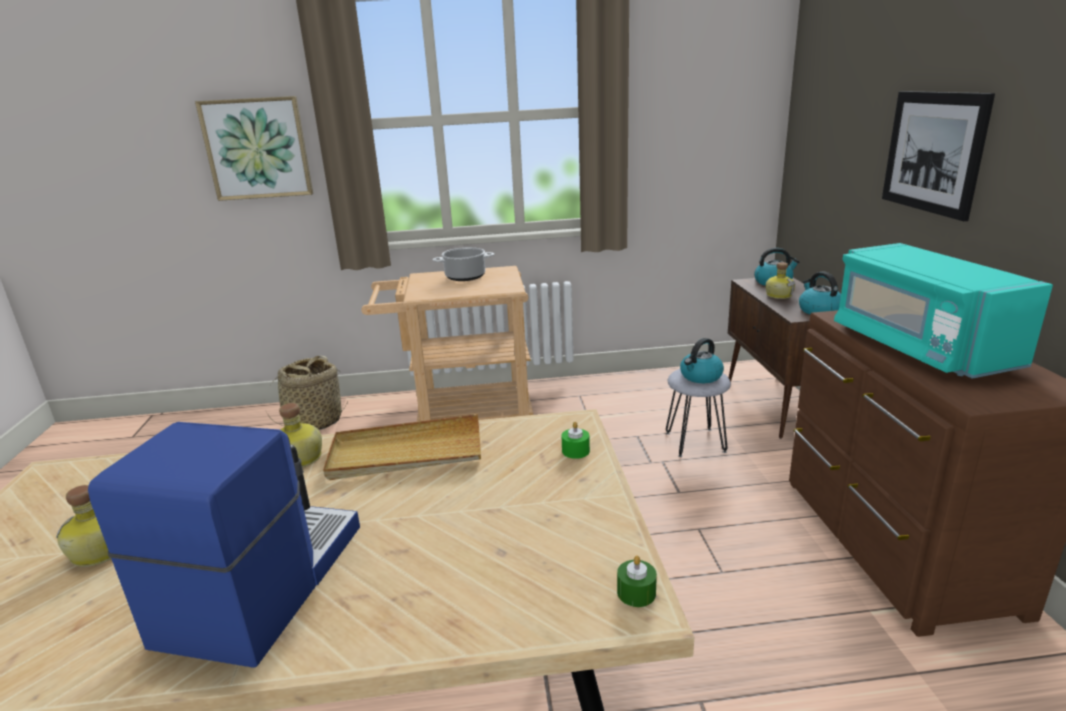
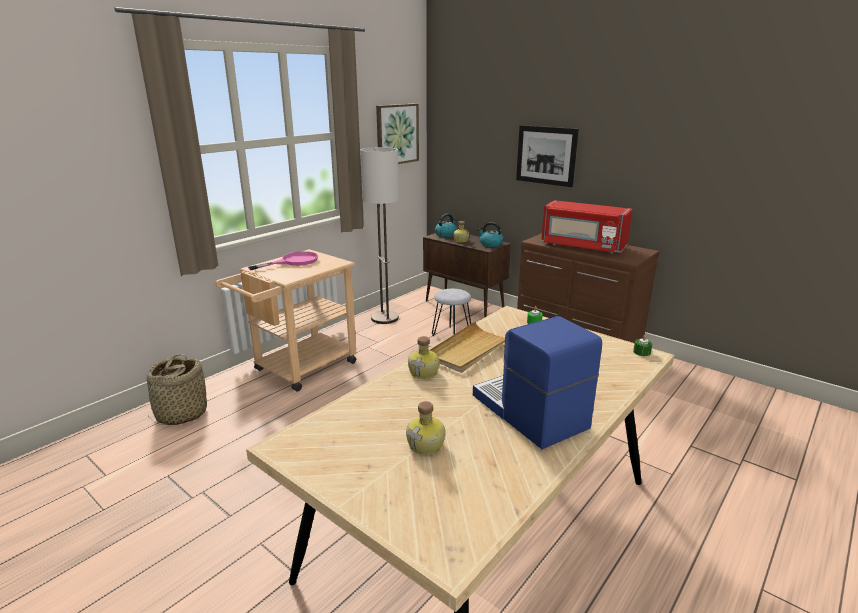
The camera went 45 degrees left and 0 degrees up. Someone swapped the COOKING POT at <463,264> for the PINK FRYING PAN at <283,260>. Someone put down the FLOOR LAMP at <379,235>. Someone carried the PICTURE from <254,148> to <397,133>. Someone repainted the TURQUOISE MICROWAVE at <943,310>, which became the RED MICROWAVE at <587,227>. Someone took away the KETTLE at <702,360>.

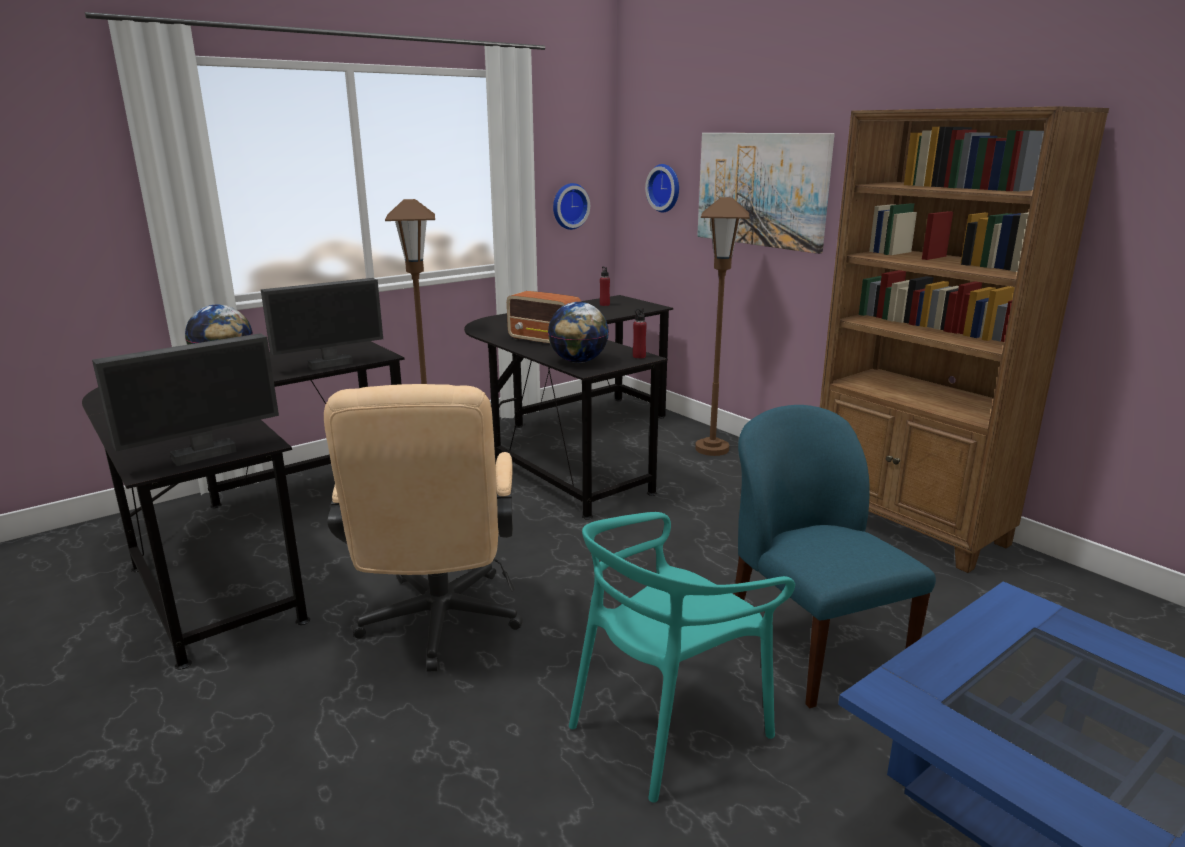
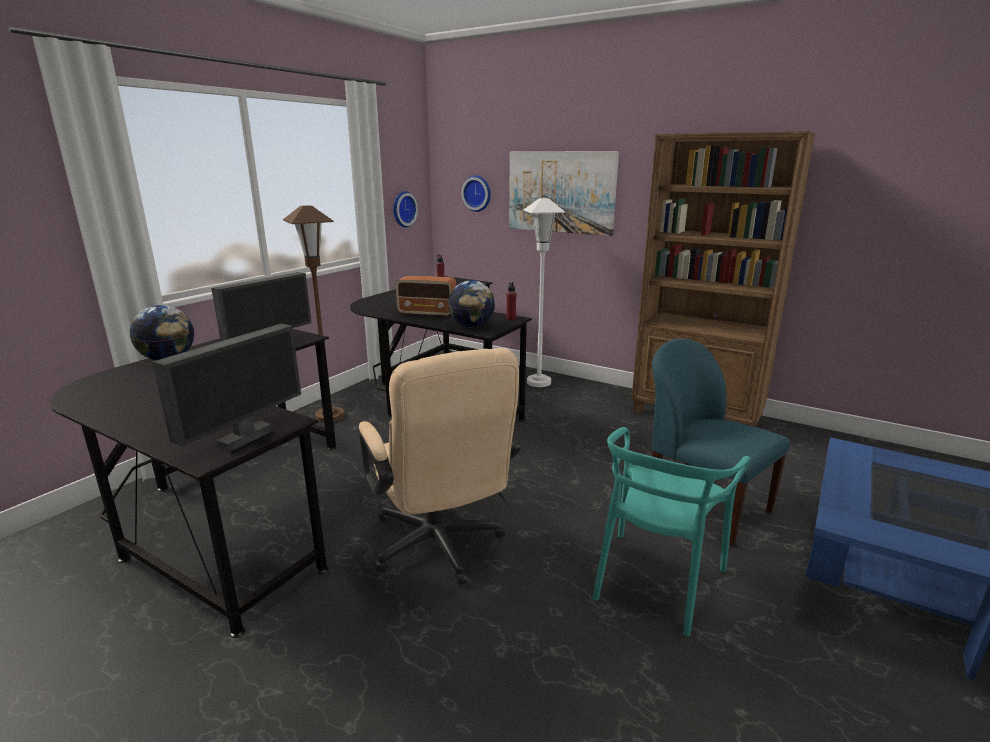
The camera went 20 degrees left and 0 degrees up. Someone repainted the BROWN FLOOR LAMP at <722,326>, which became the WHITE FLOOR LAMP at <544,292>.

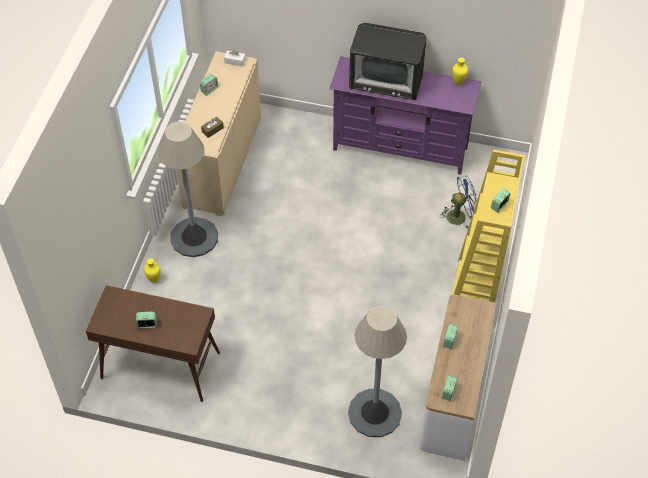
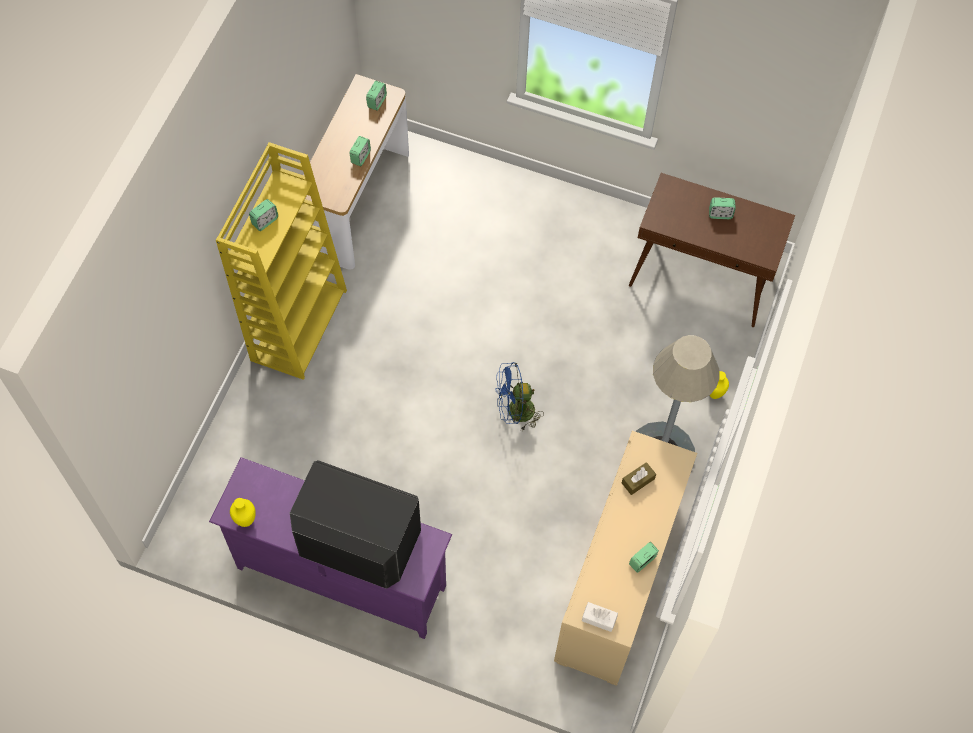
The camera went 175 degrees left and 10 degrees up. Someone carried the BLUE FAN from <458,202> to <520,397>. Someone took away the GREY FLOOR LAMP at <377,371>.

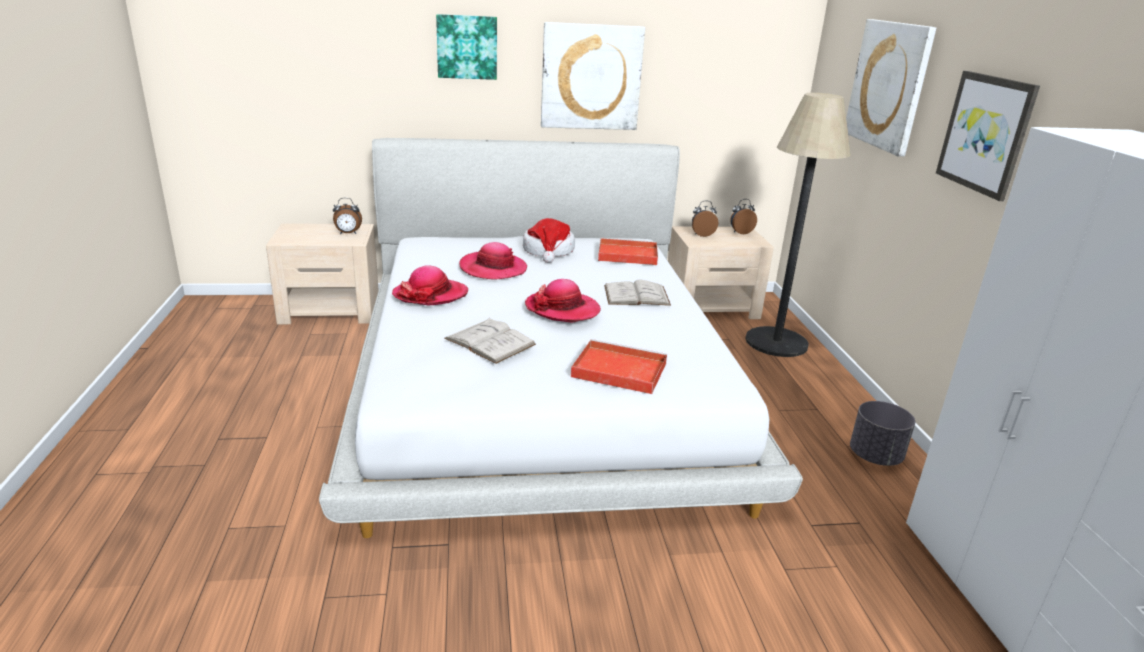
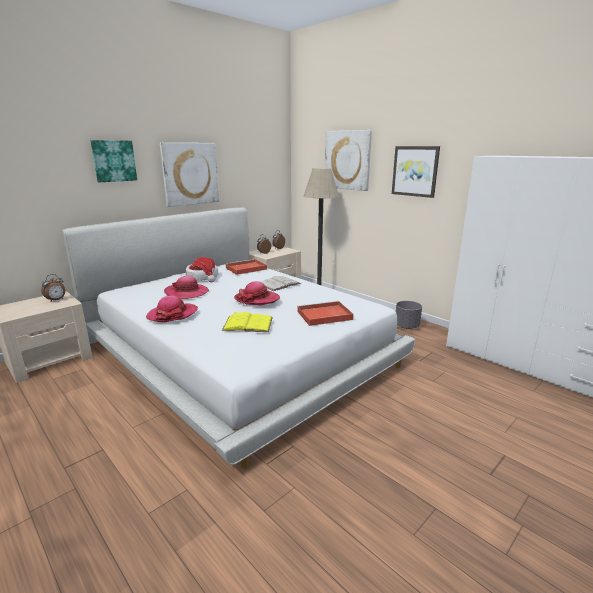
The camera went 35 degrees left and 5 degrees down. Someone repainted the WHITE BOOK at <490,341>, which became the YELLOW BOOK at <247,322>.

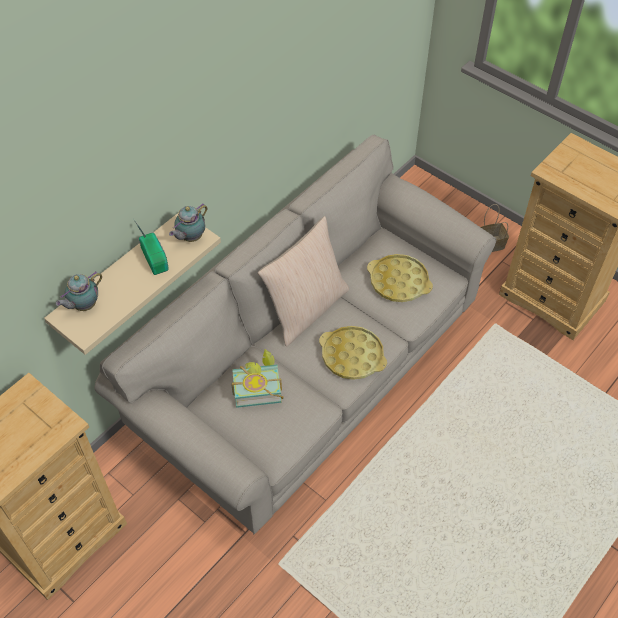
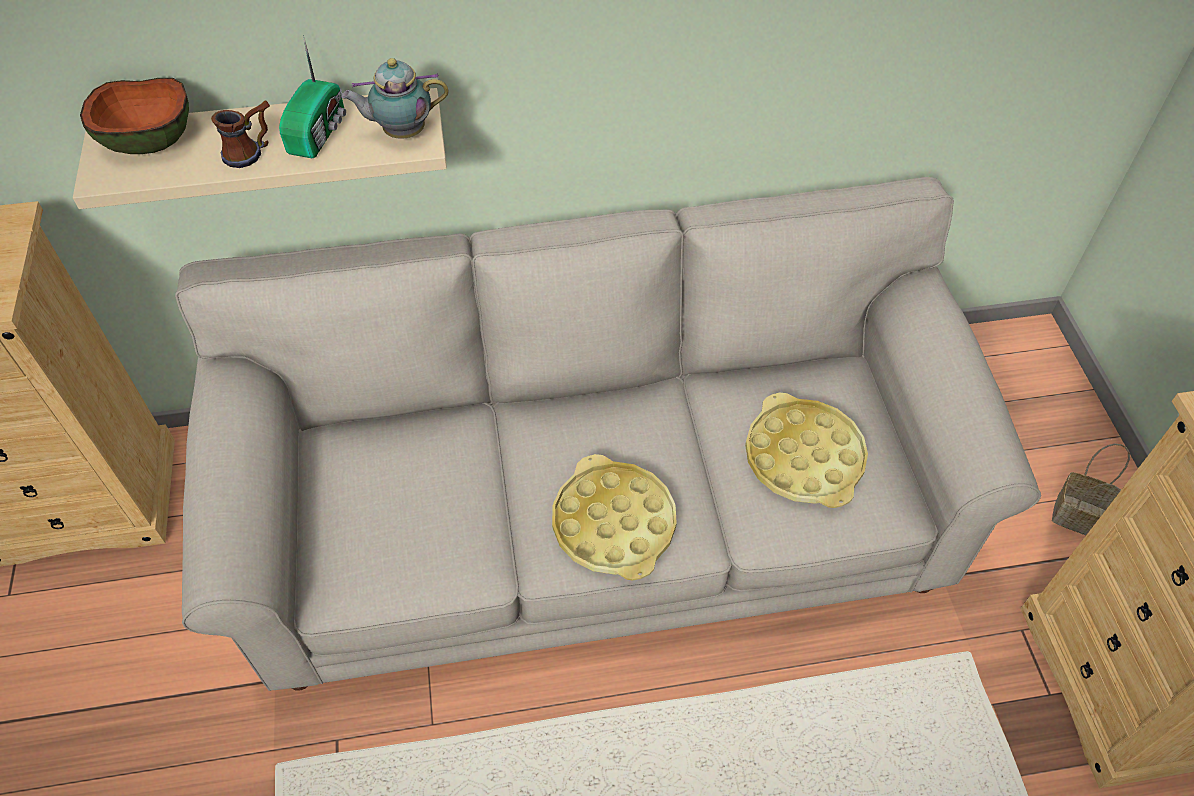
The camera went 40 degrees right and 0 degrees up. Someone swapped the TEAPOT at <79,291> for the BOWL at <134,116>. Someone put down the MUG at <240,134>. Someone took away the BOOK at <258,378>. Someone took away the BEIGE PILLOW at <303,281>.

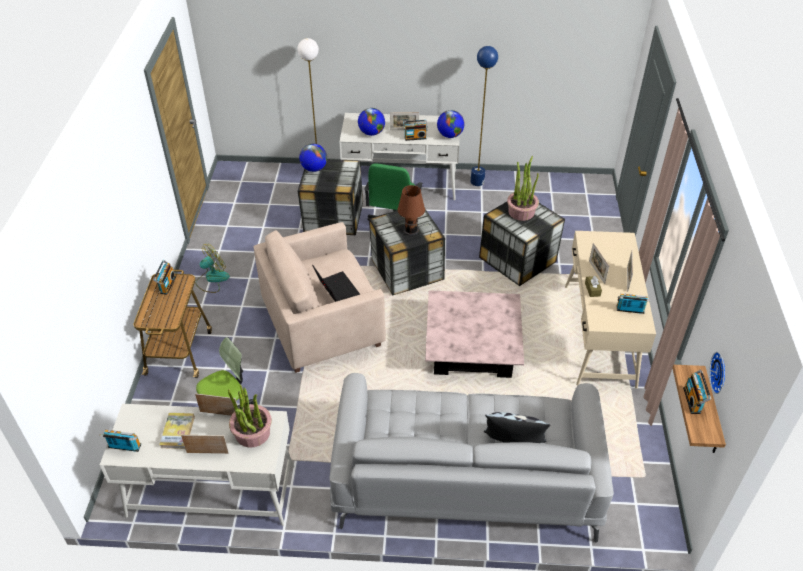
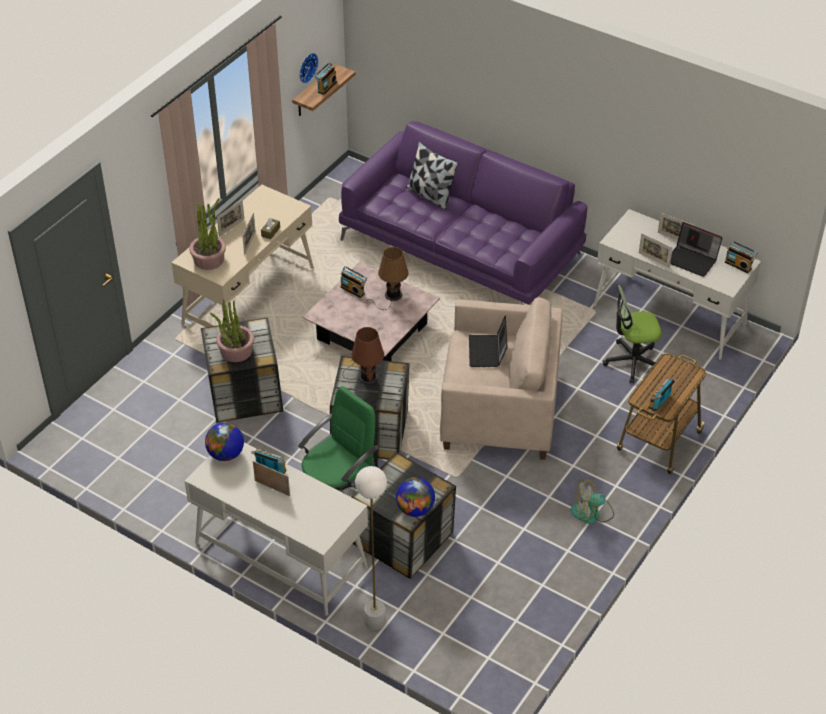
The camera went 150 degrees left and 0 degrees up. Someone carried the POTTED PLANT from <250,415> to <207,234>. Someone repainted the GREY SOFA at <471,458>, which became the PURPLE SOFA at <463,213>. Someone carried the RADIO from <633,304> to <353,282>. Someone put down the BROWN TABLE LAMP at <388,278>. Someone swapped the BOOK at <177,431> for the LAPTOP at <696,249>. Someone took away the GLOBE at <371,122>. Someone took away the BLUE FLOOR LAMP at <484,116>.

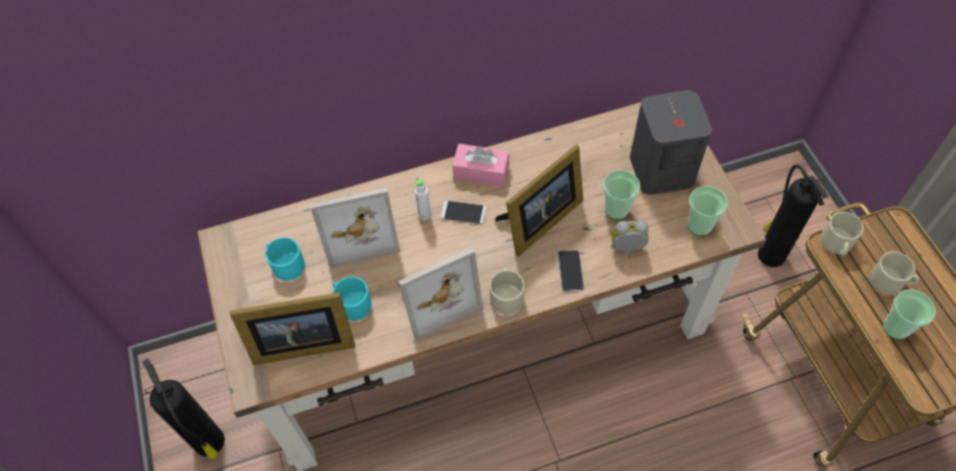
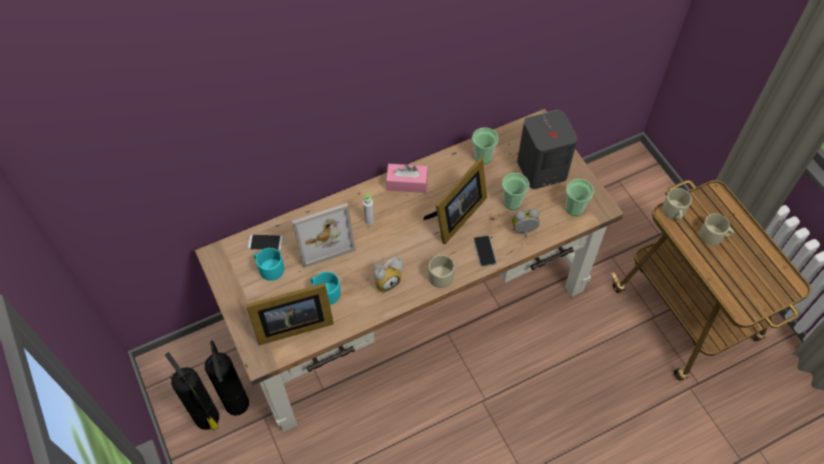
The camera went 10 degrees left and 0 degrees up. Someone carried the FIRE EXTINGUISHER from <793,215> to <227,378>. Someone carried the PHONE from <464,213> to <265,242>. Someone swapped the PICTURE FRAME at <440,294> for the ALARM CLOCK at <388,275>. Someone carried the CUP from <909,314> to <485,145>.

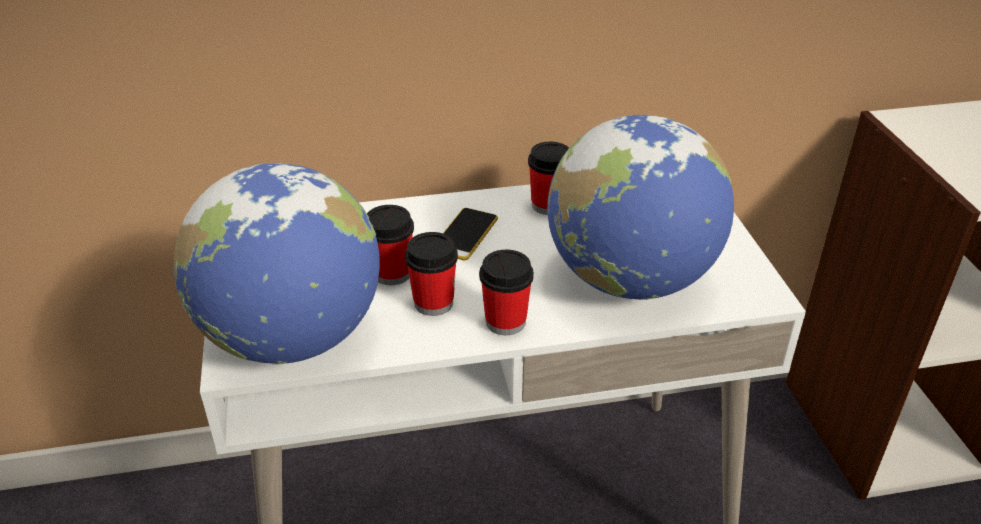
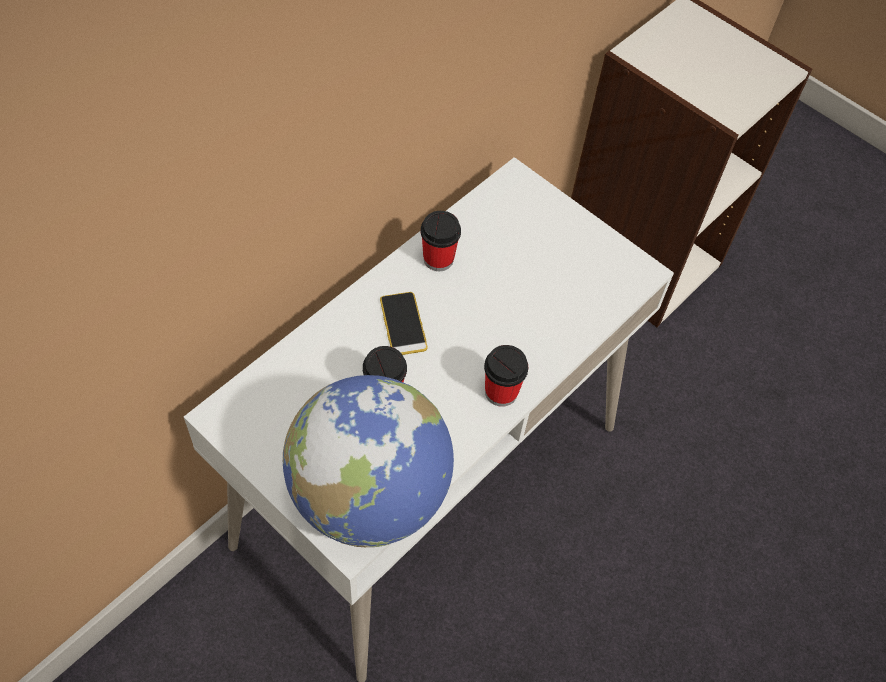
The camera went 40 degrees left and 20 degrees up. Someone took away the CUP at <431,274>. Someone took away the GLOBE at <640,207>.

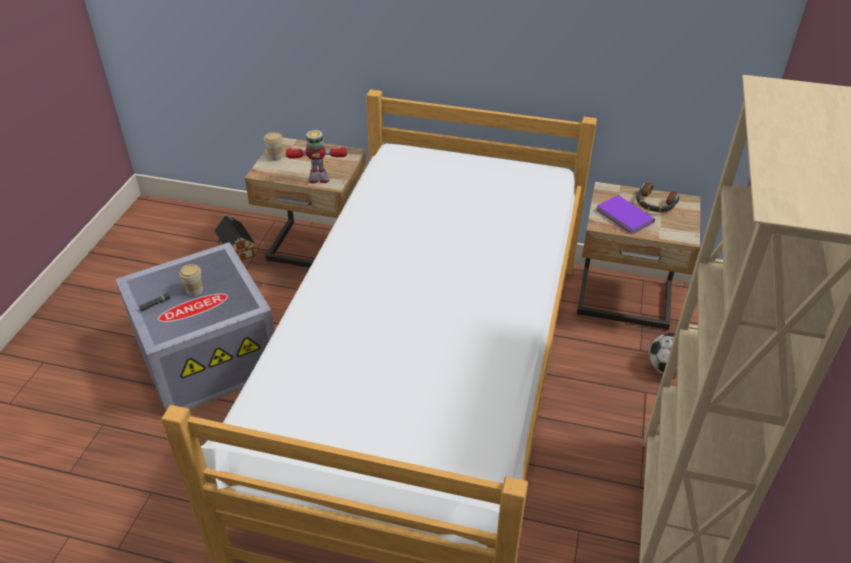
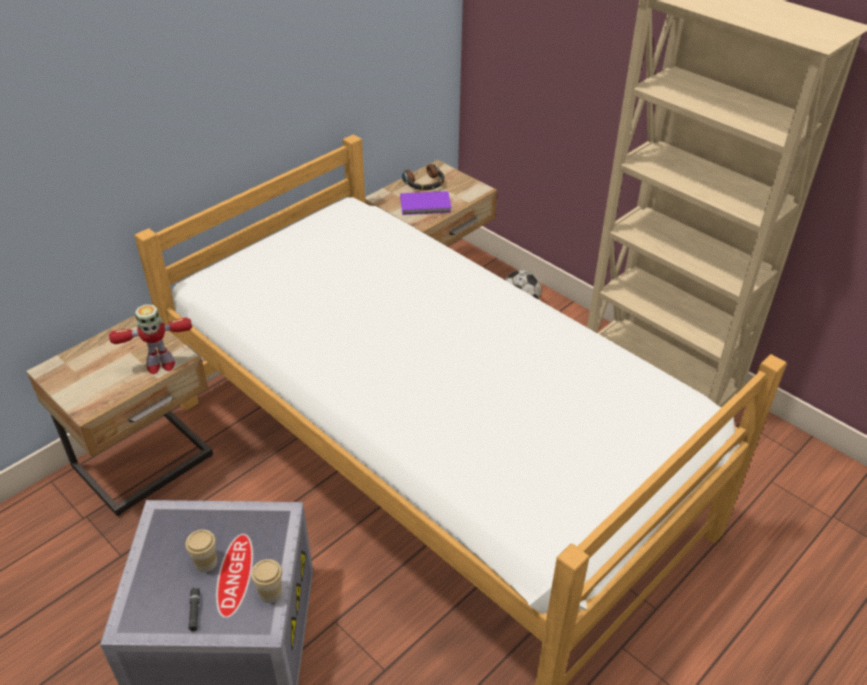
The camera went 60 degrees left and 0 degrees up. Someone rotated the TOY ROBOT at <316,157> by 135 degrees counterclockwise. Someone carried the CUP from <273,146> to <266,581>. Someone took away the TOY HOUSE at <234,237>.

